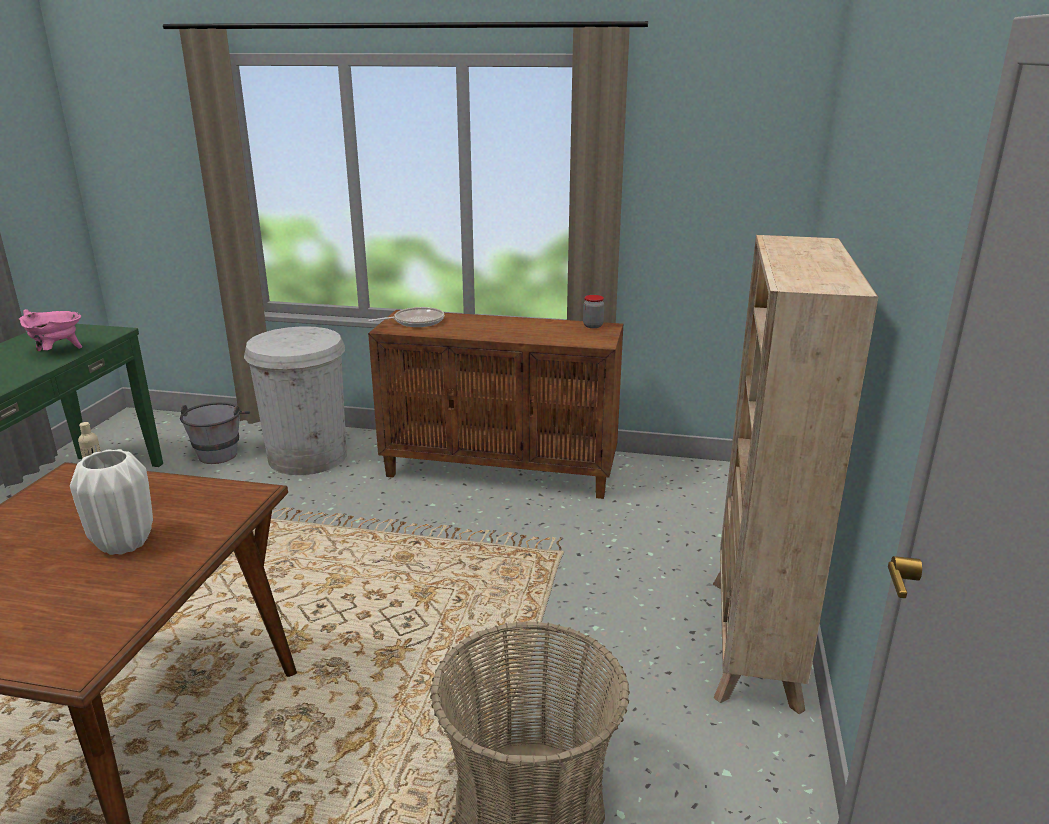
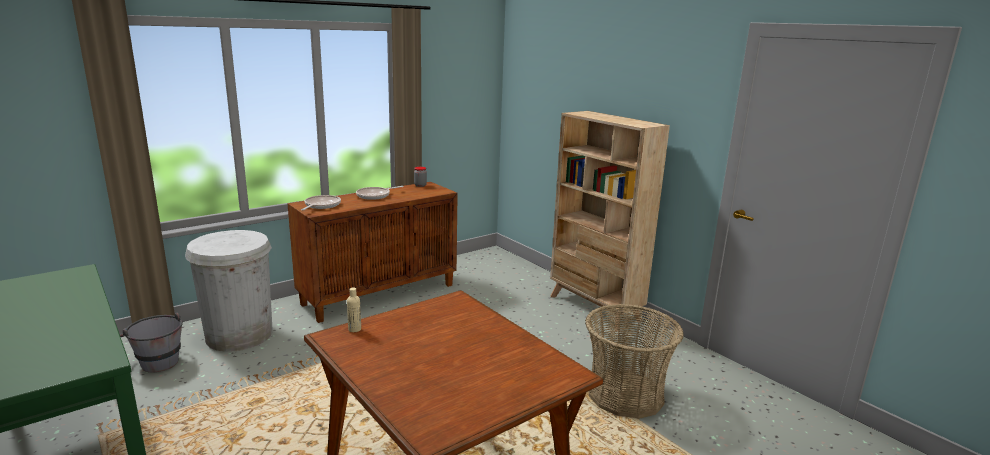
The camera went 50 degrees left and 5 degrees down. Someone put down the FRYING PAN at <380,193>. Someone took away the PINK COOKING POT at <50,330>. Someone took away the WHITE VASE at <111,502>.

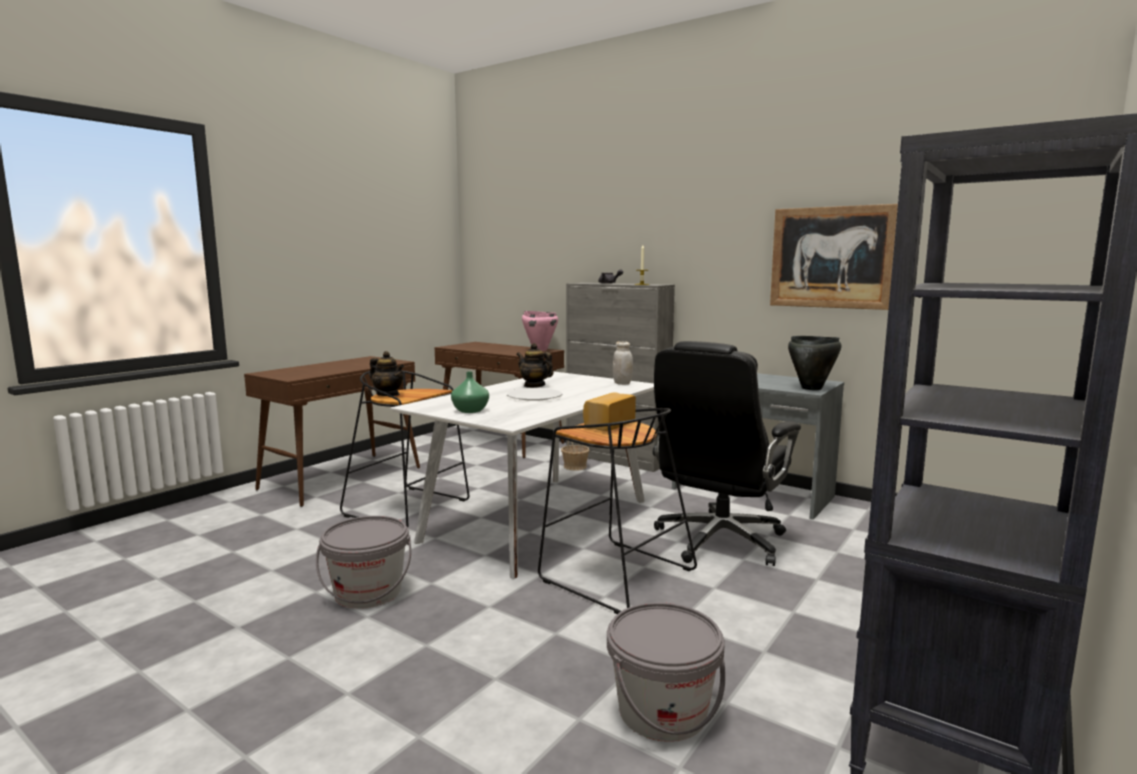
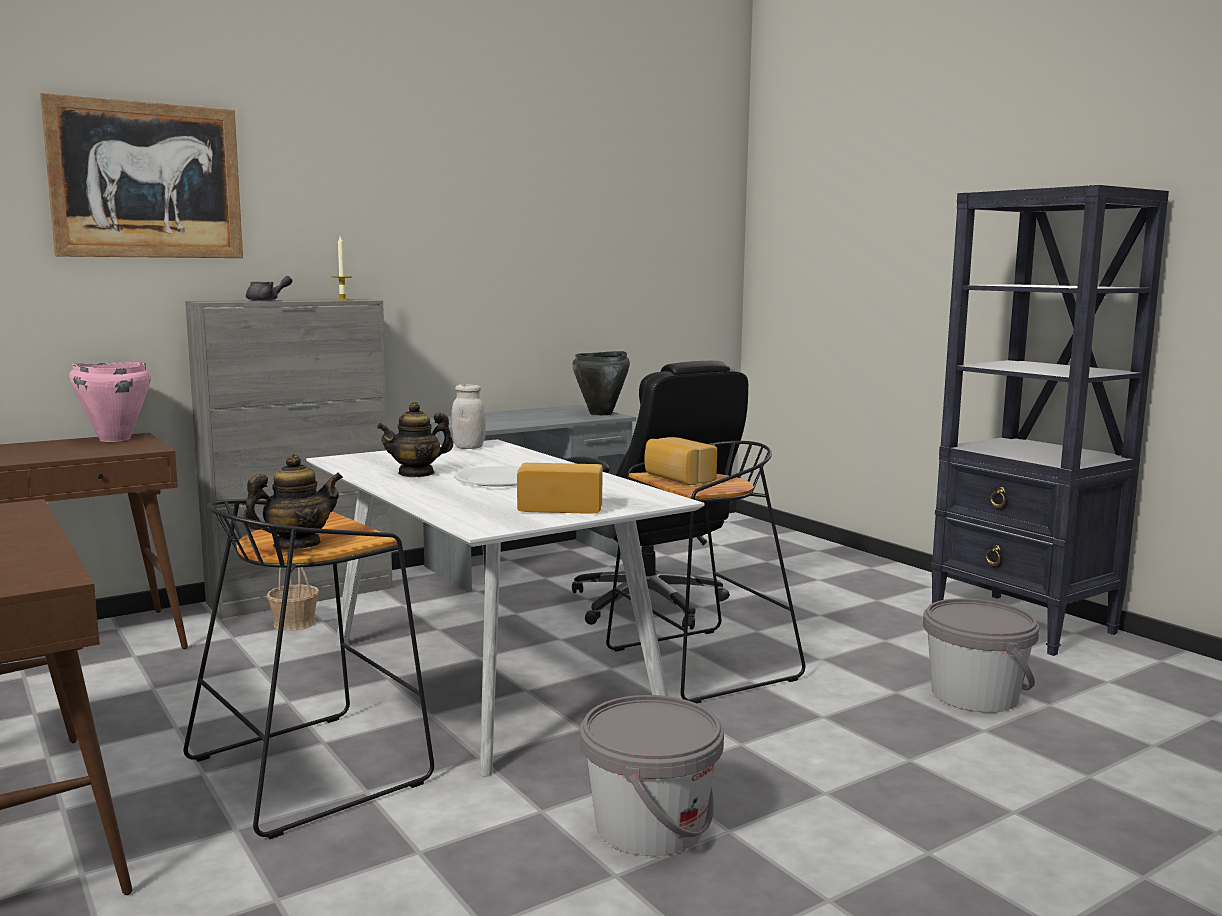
The camera went 70 degrees left and 0 degrees up. Someone carried the PICTURE from <834,257> to <141,175>. Someone swapped the GREEN VASE at <470,392> for the BREAD at <559,488>.

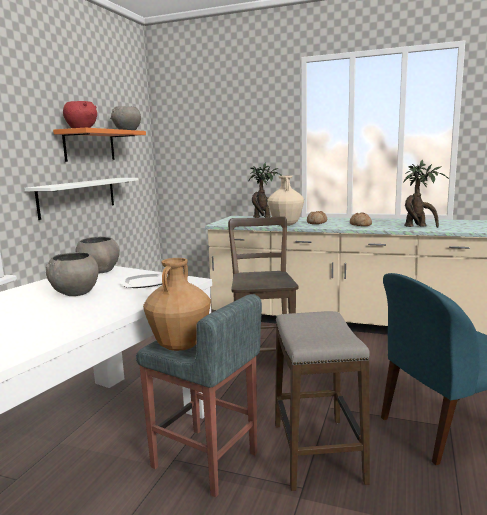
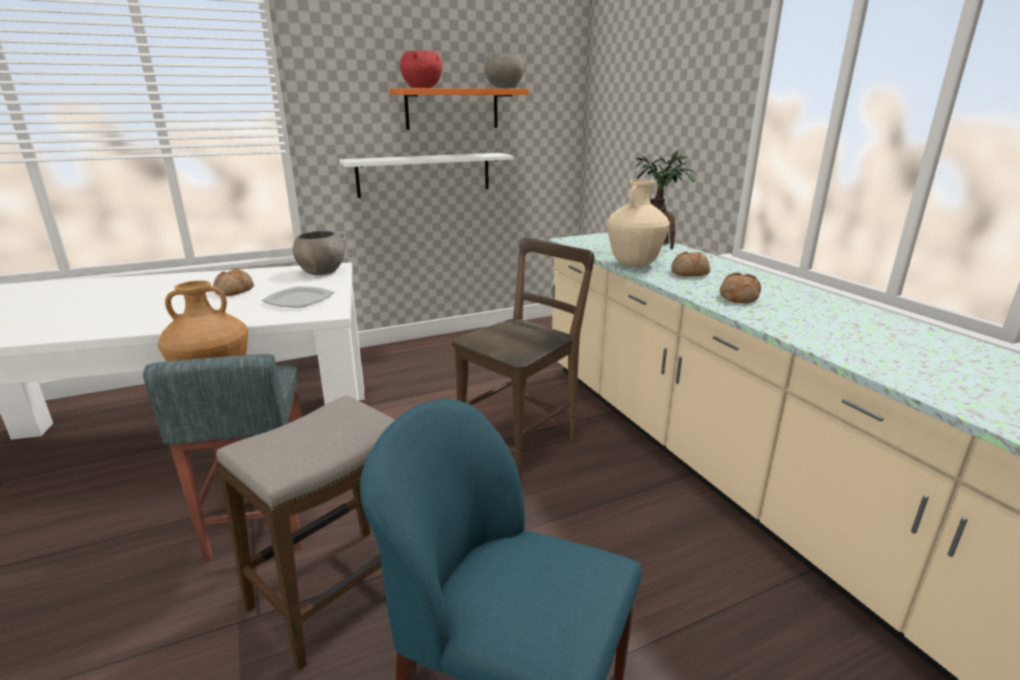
The camera went 45 degrees right and 10 degrees up. Someone swapped the GREY BOWL at <72,274> for the BREAD at <233,282>. Someone took away the POTTED PLANT at <426,193>.

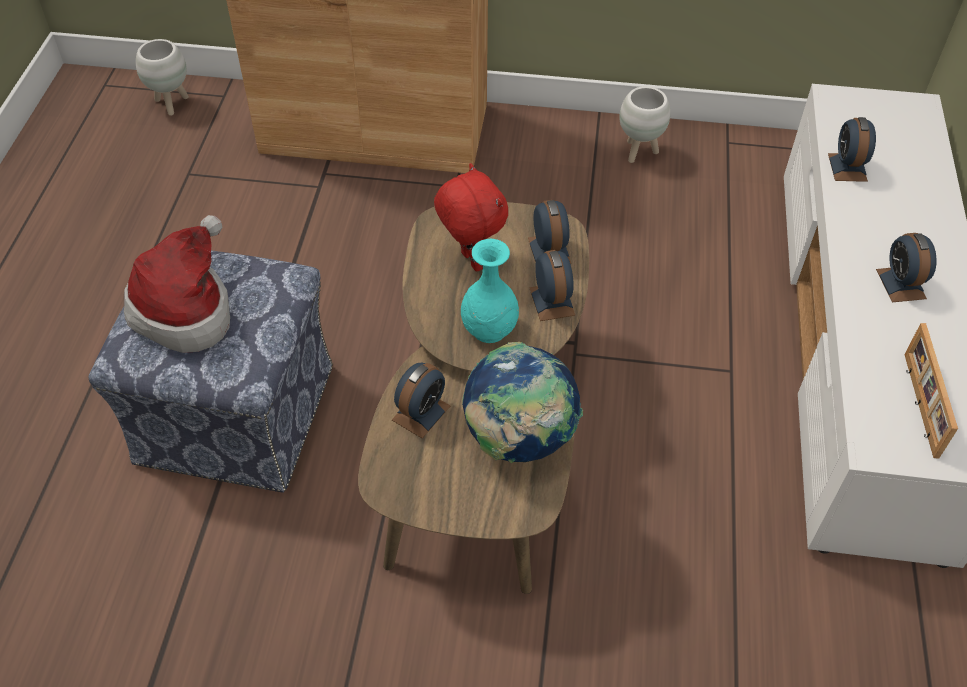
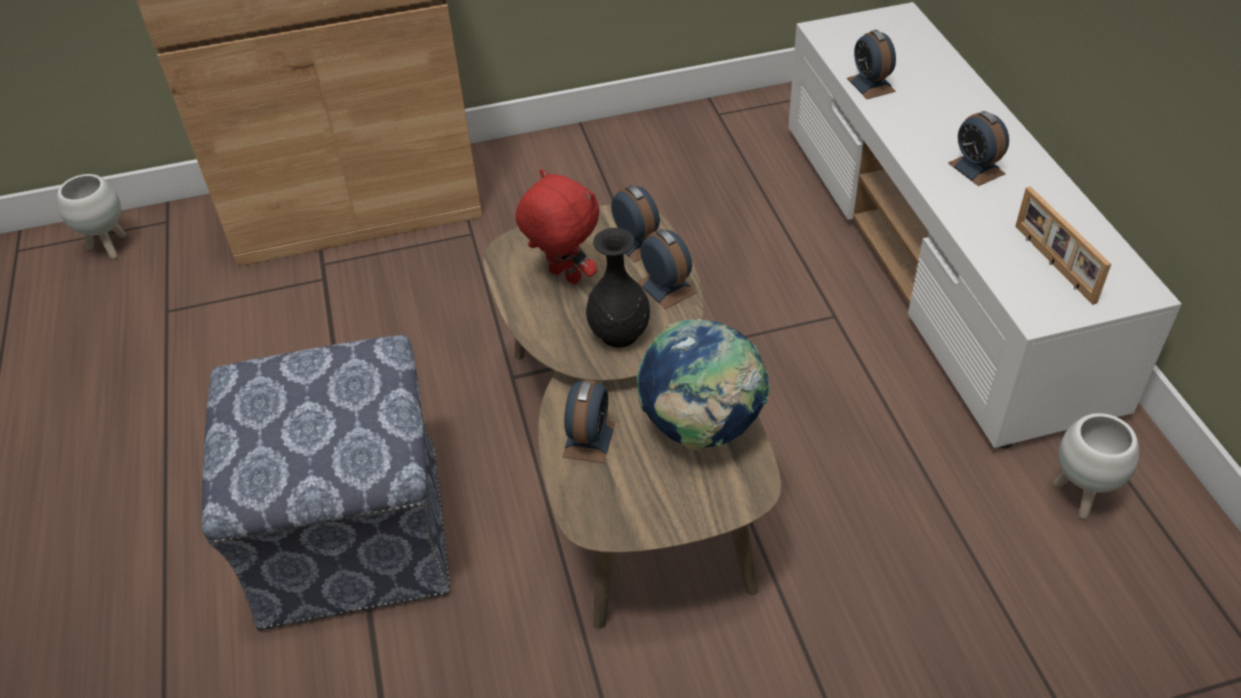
The camera went 20 degrees left and 5 degrees down. Someone repainted the TURQUOISE VASE at <490,291>, which became the BLACK VASE at <618,288>. Someone carried the WHITE PLANTER from <644,124> to <1096,466>. Someone took away the HAT at <177,284>.

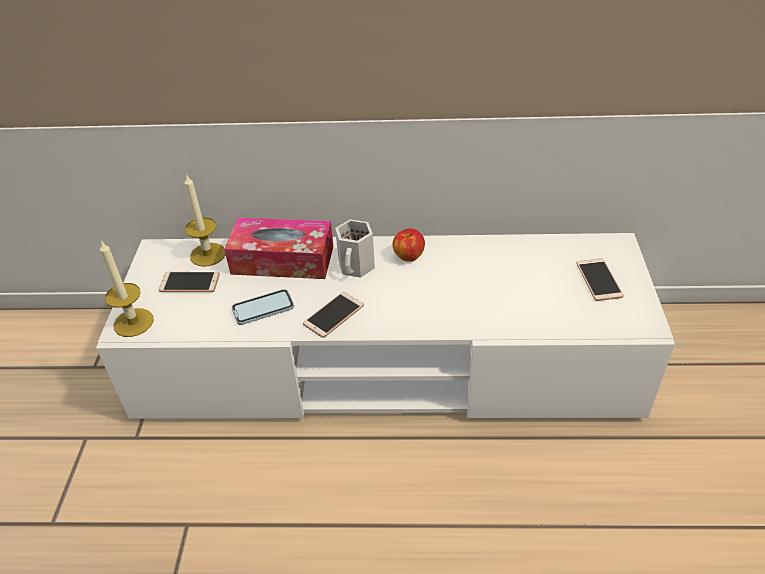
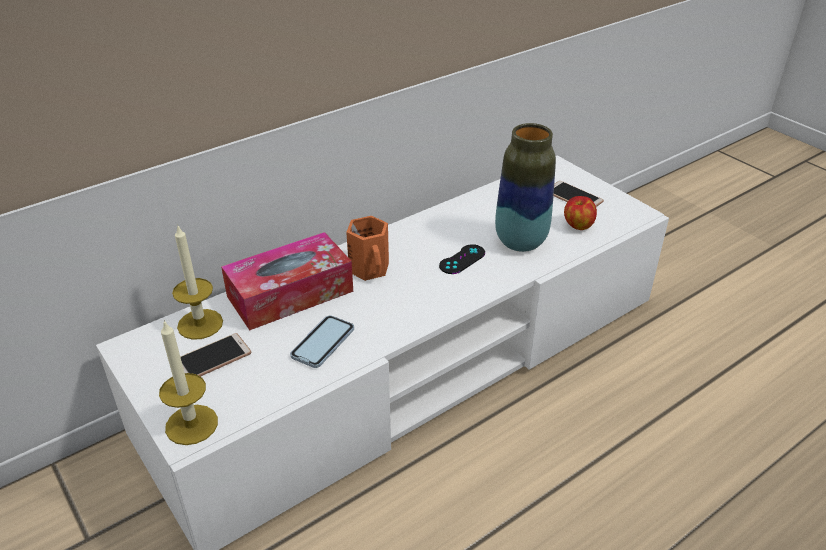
The camera went 40 degrees left and 5 degrees down. Someone repainted the WHITE MUG at <355,248>, which became the ORANGE MUG at <367,248>. Someone put down the BLACK GAME CONTROLLER at <462,259>. Someone put down the VASE at <525,187>. Someone carried the APPLE from <409,245> to <580,213>. Someone took away the PHONE at <333,315>.

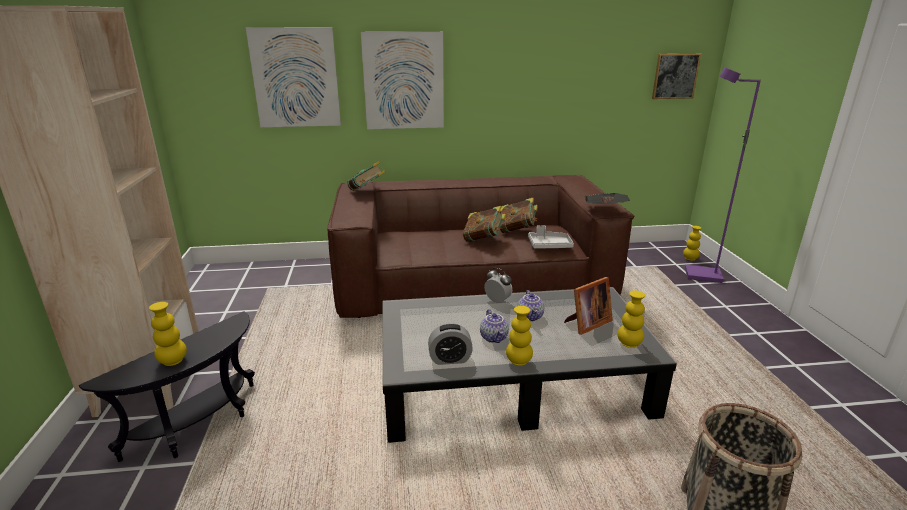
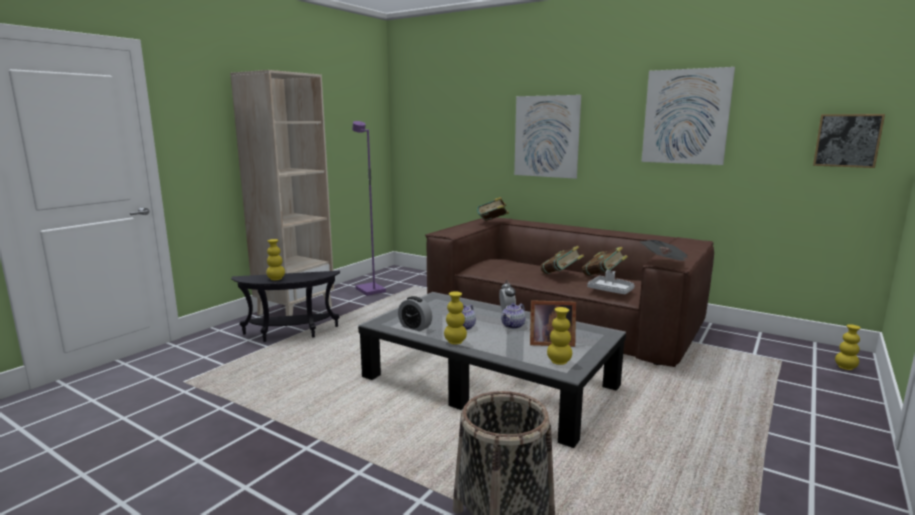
The camera went 40 degrees right and 10 degrees down. Someone carried the PURPLE FLOOR LAMP from <723,175> to <369,208>. Someone carried the PICTURE from <293,77> to <688,116>.

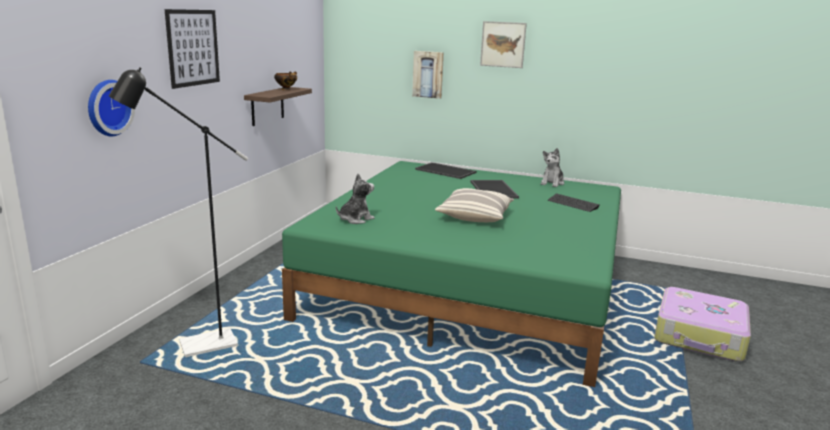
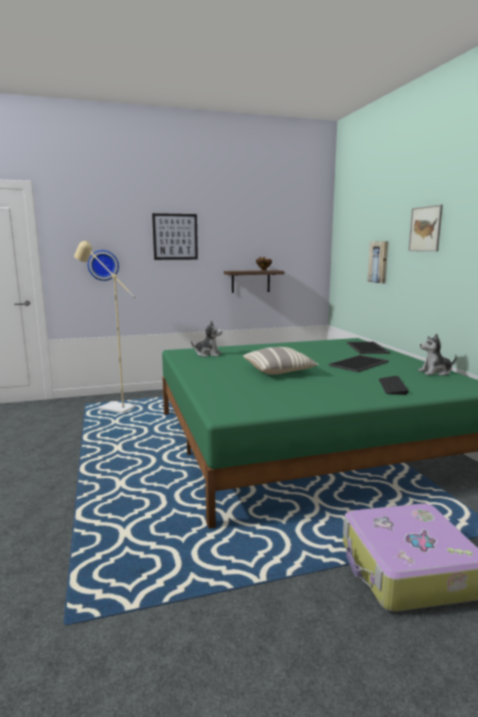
The camera went 55 degrees right and 5 degrees down. Someone repainted the BLACK FLOOR LAMP at <178,212>, which became the BEIGE FLOOR LAMP at <105,326>.

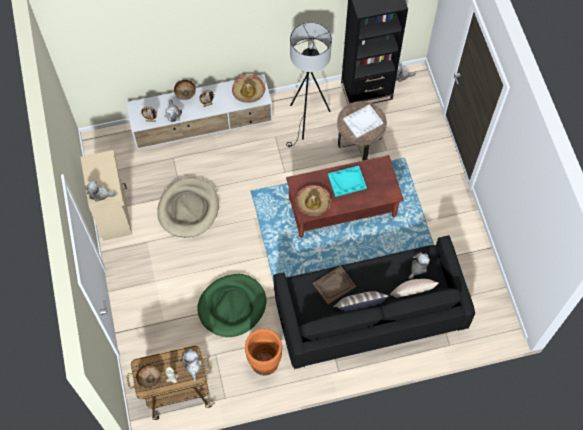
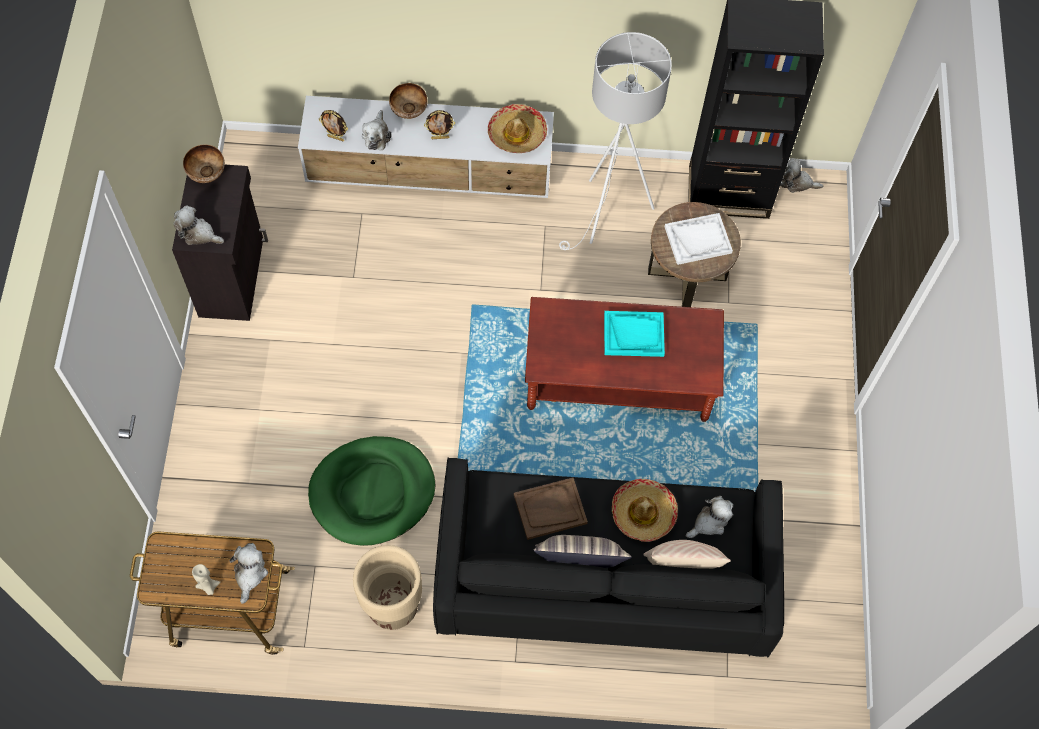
The camera went 15 degrees right and 0 degrees up. Someone repainted the BEIGE CABINET at <106,195>, which became the BLACK CABINET at <220,243>. Someone carried the BOWL from <149,376> to <204,163>. Someone repainted the ORANGE PLANTER at <263,352>, which became the BEIGE PLANTER at <387,587>. Someone repainted the BLACK FLOOR LAMP at <309,84>, which became the WHITE FLOOR LAMP at <615,141>. Someone carried the HAT from <313,200> to <645,510>. Someone took away the BEIGE DOG BED at <188,207>.

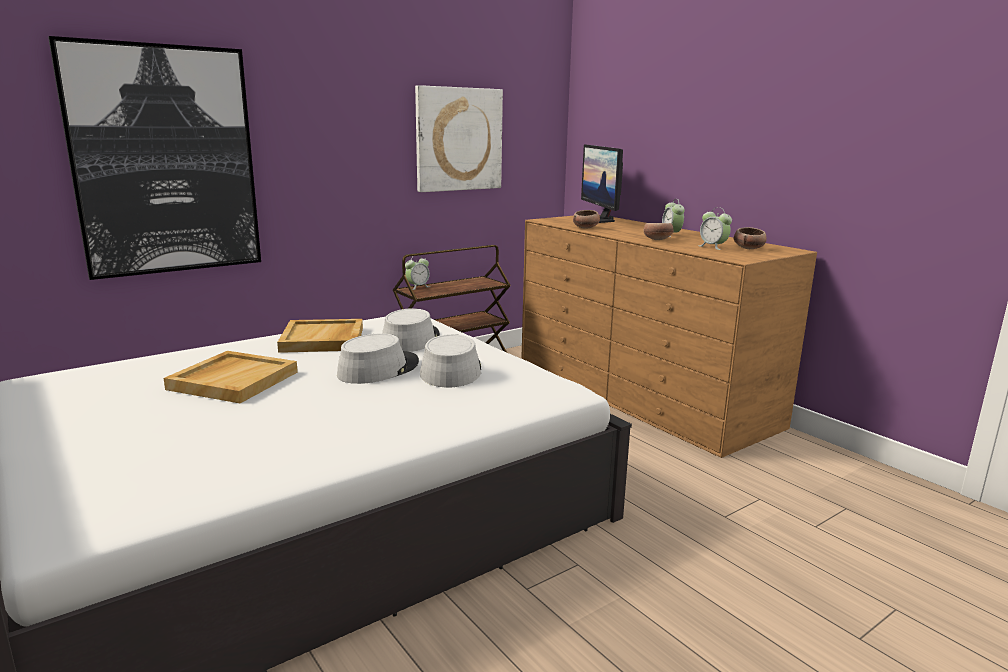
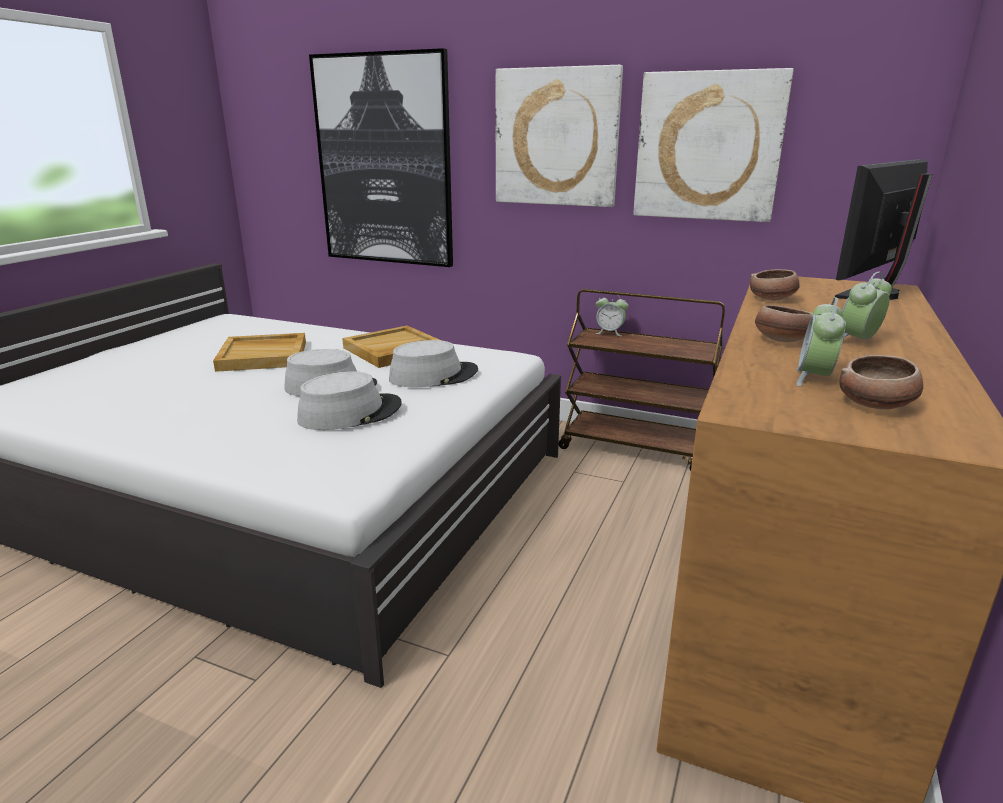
The camera went 60 degrees right and 5 degrees up. Someone put up the PICTURE at <559,136>.

